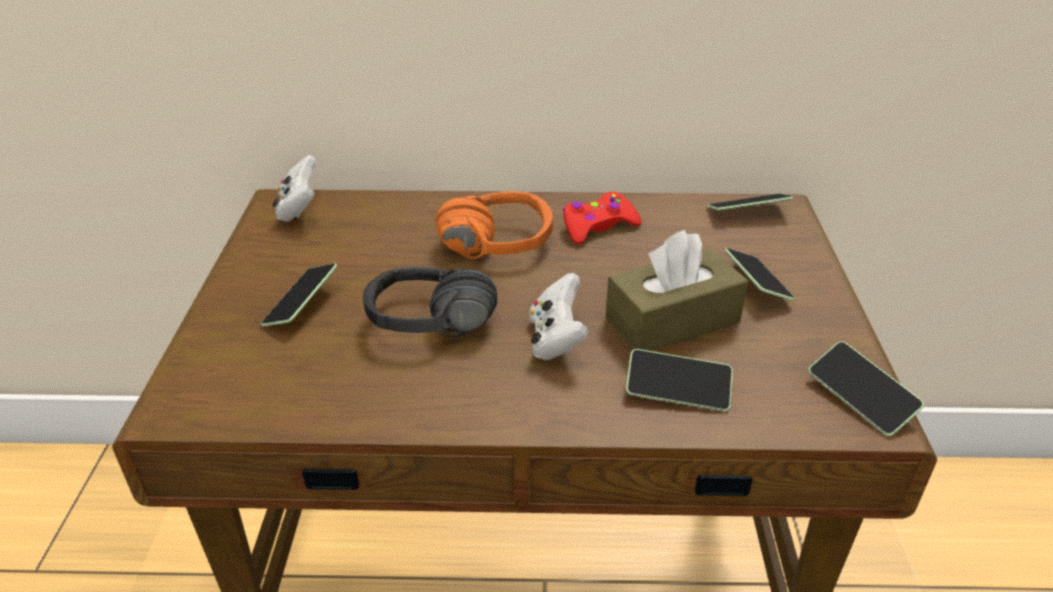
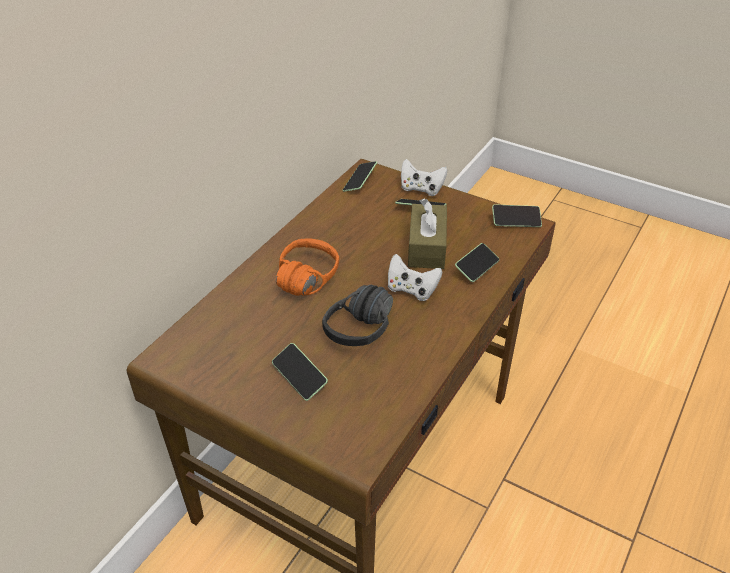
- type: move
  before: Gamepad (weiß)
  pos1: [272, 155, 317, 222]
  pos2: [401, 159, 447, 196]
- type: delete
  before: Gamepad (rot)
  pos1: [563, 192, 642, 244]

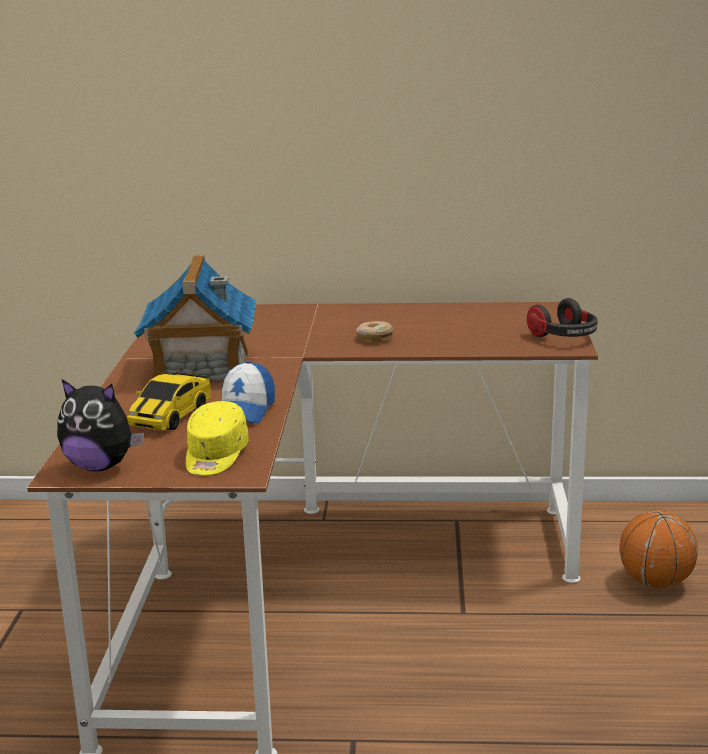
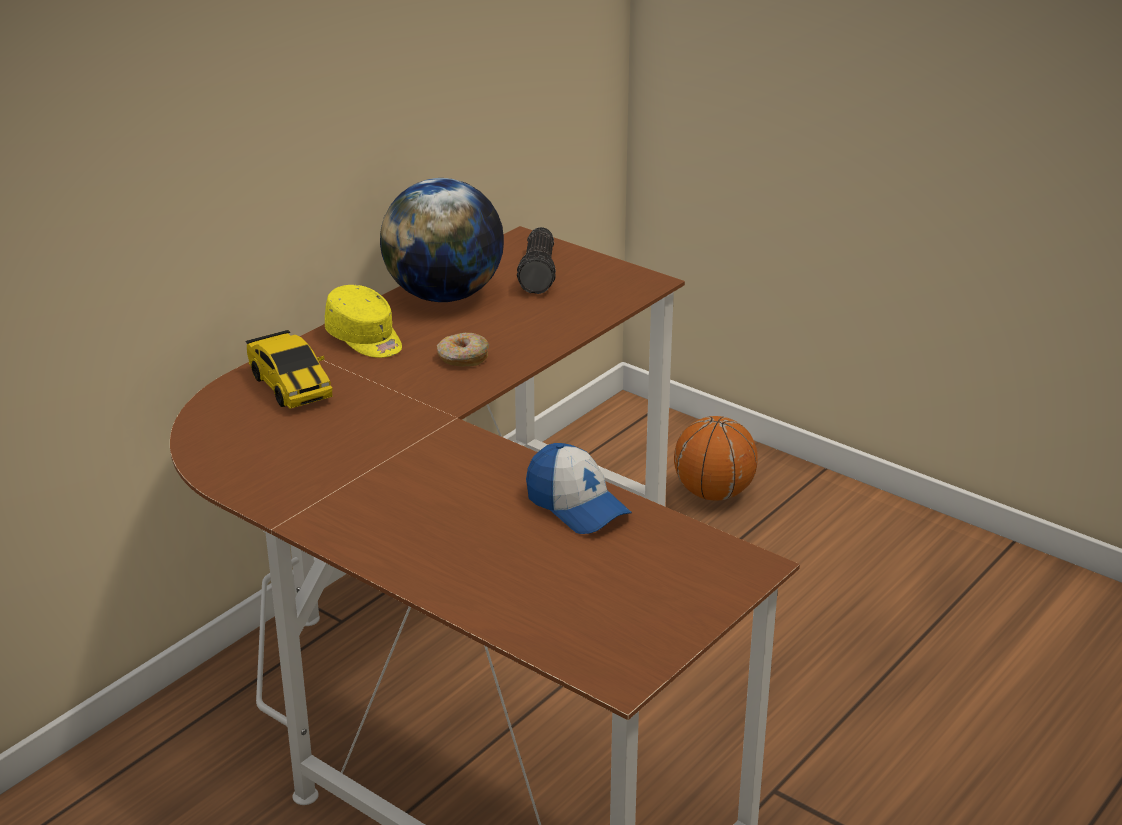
- type: move
  before: Spielzeugauto
  pos1: [127, 372, 211, 431]
  pos2: [245, 330, 333, 409]
- type: move
  before: Kappe (gelb)
  pos1: [186, 401, 249, 476]
  pos2: [325, 285, 402, 358]
- type: insert
  after: Globus
  pos2: [380, 178, 504, 302]
- type: insert
  after: Taschenlampe
  pos2: [517, 227, 556, 294]
- type: delete
  before: Plüschtier
  pos1: [57, 379, 144, 471]
- type: delete
  before: Spielzeughaus
  pos1: [134, 255, 256, 382]
- type: delete
  before: Kopfhörer
  pos1: [527, 298, 598, 337]

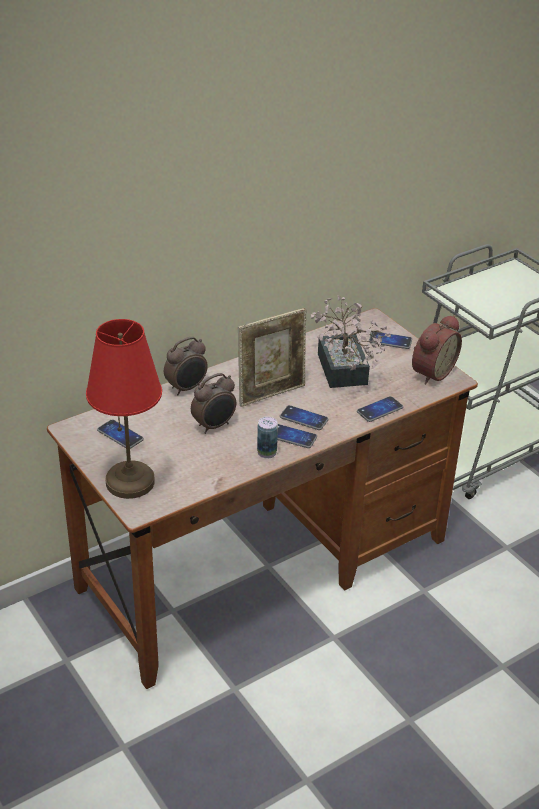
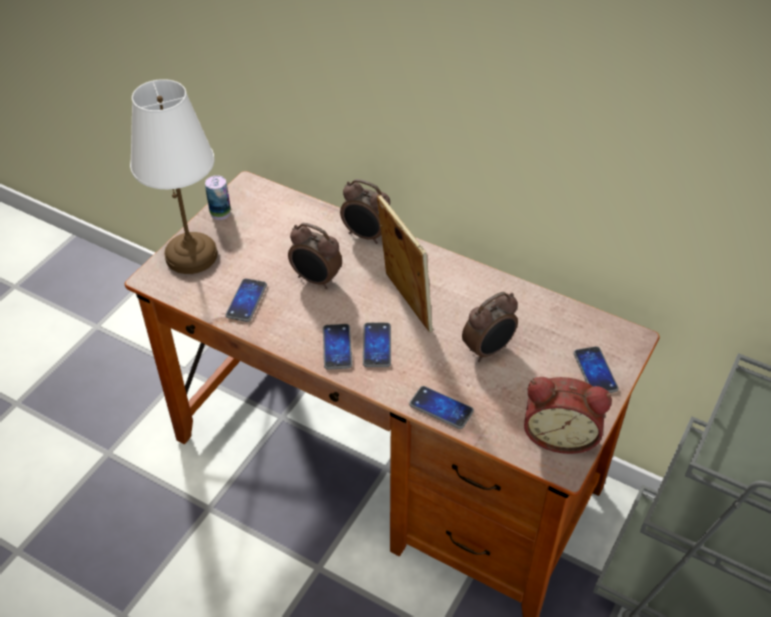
- type: recolor
  before: Tischlampe (rot)
  after: Tischlampe (weiß)
  pos1: [86, 319, 162, 499]
  pos2: [130, 79, 218, 274]
- type: move
  before: Dose
  pos1: [257, 417, 278, 459]
  pos2: [205, 175, 231, 220]
- type: move
  before: Handy
  pos1: [97, 419, 144, 449]
  pos2: [225, 278, 267, 322]
- type: rotate
  before: Bilderrahmen
  pos1: [238, 308, 307, 407]
  pos2: [377, 194, 433, 332]
  turn: -150
- type: replace
  before: Topfpflanze
  after: Wecker
  pos1: [310, 296, 391, 388]
  pos2: [462, 292, 518, 362]

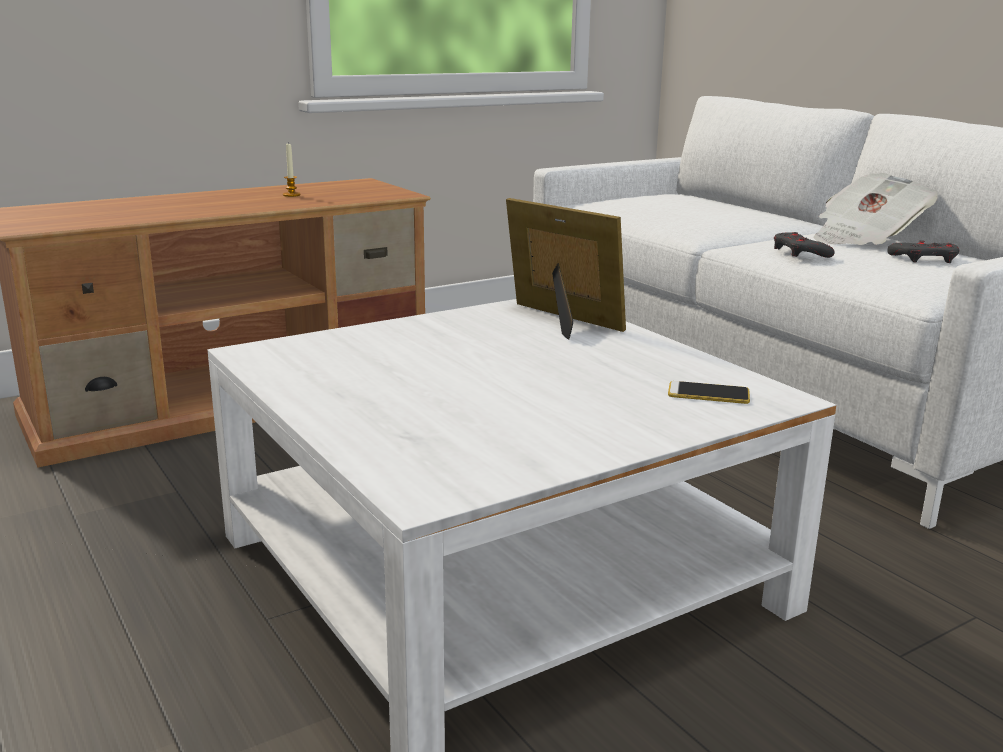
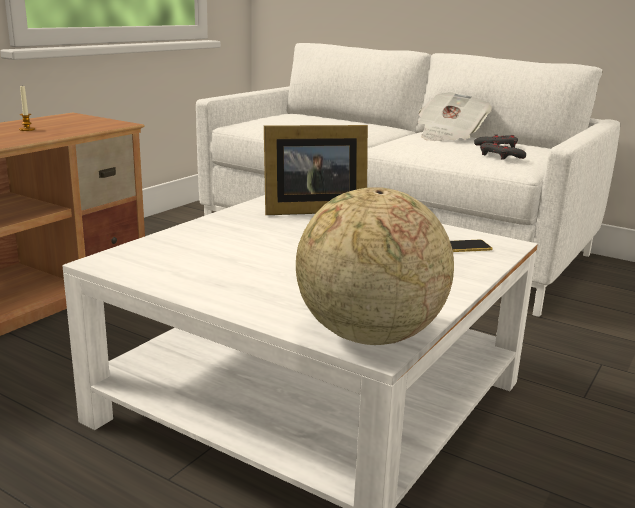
- type: rotate
  before: Bilderrahmen
  pos1: [506, 198, 626, 340]
  pos2: [264, 125, 368, 215]
  turn: 150
- type: insert
  after: Globus
  pos2: [296, 187, 454, 345]
- type: move
  before: Gamepad (grau)
  pos1: [774, 232, 835, 258]
  pos2: [480, 142, 526, 160]

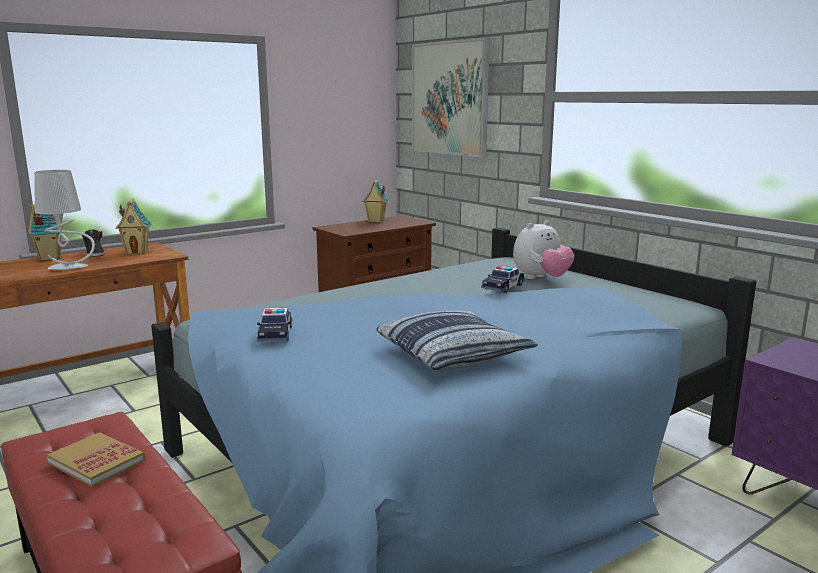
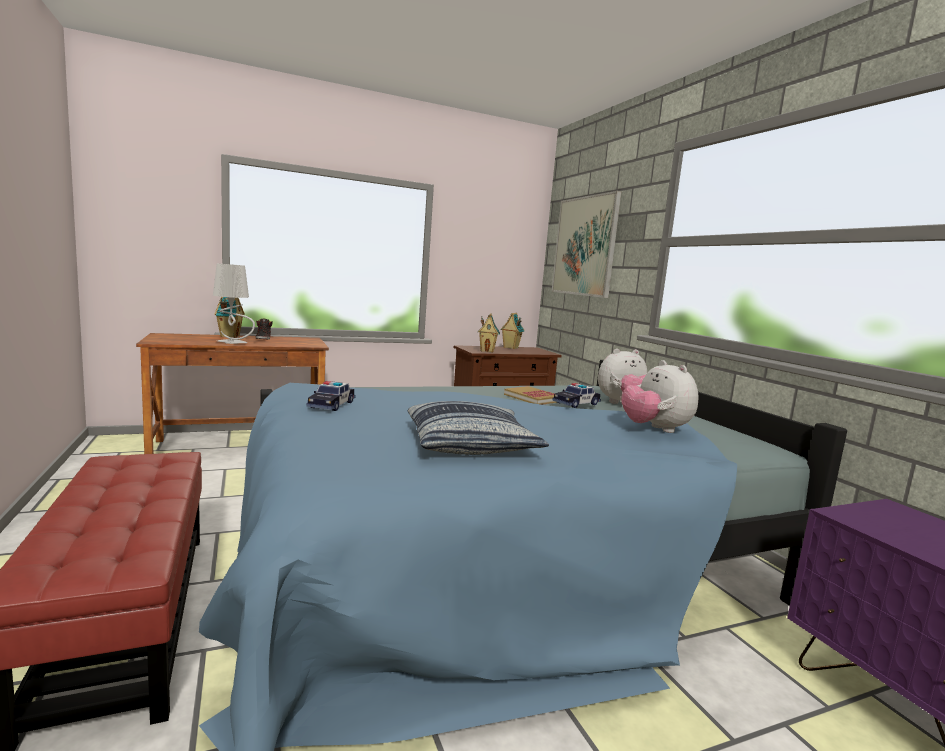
- type: move
  before: Spielzeughaus
  pos1: [116, 199, 152, 254]
  pos2: [477, 313, 500, 353]
- type: move
  before: Buch
  pos1: [47, 432, 145, 487]
  pos2: [504, 386, 557, 405]
- type: insert
  after: Plüschtier
  pos2: [621, 360, 699, 433]

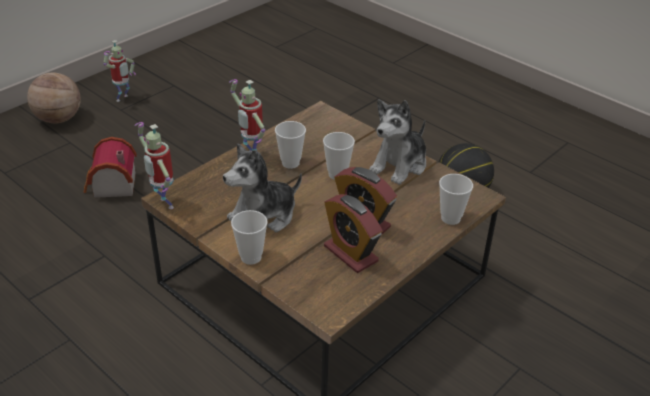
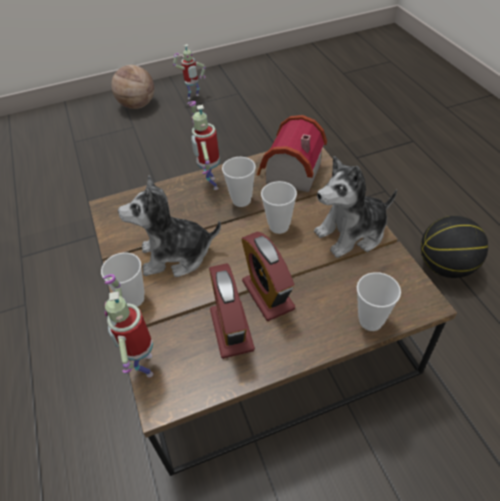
- type: move
  before: Spielzeugroboter
  pos1: [134, 122, 174, 209]
  pos2: [103, 274, 153, 378]
- type: move
  before: Spielzeughaus
  pos1: [84, 137, 137, 198]
  pos2: [257, 115, 327, 192]

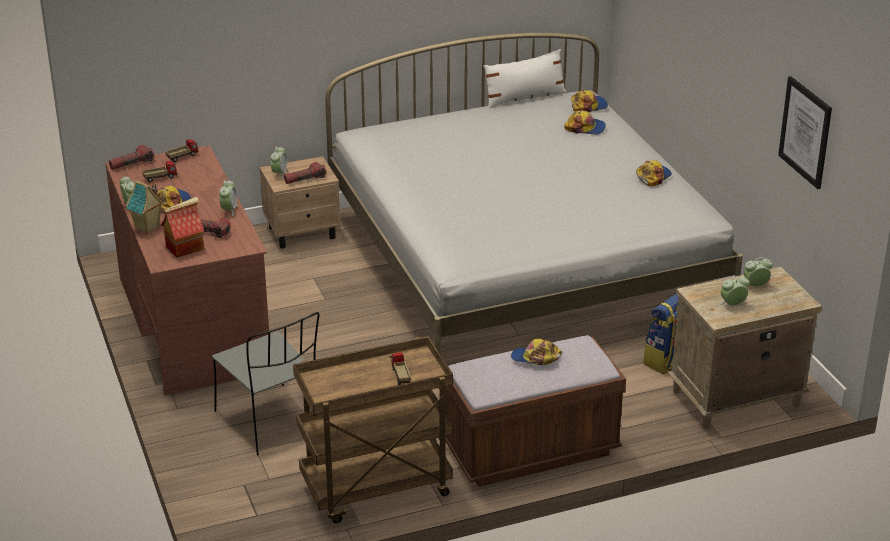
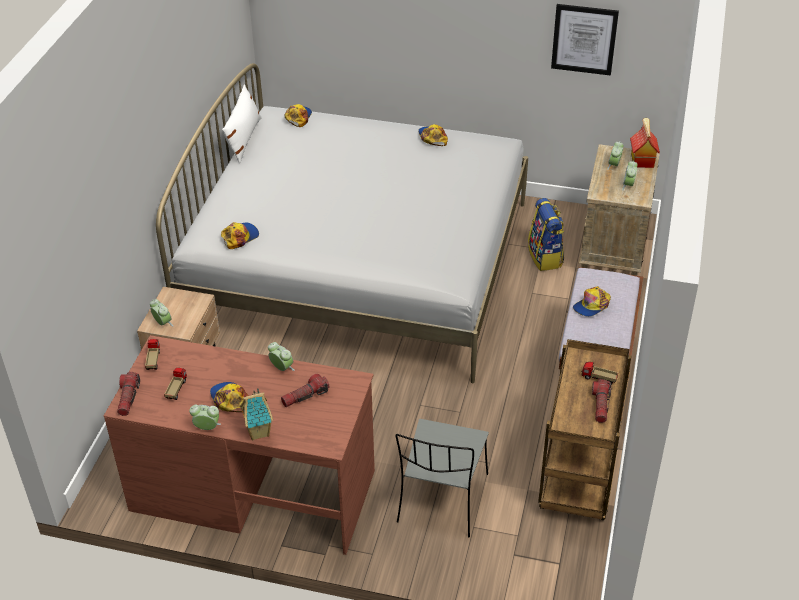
- type: move
  before: Kappe
  pos1: [564, 110, 606, 135]
  pos2: [221, 222, 259, 249]
- type: rotate
  before: Stuhl (grau)
  pos1: [212, 312, 320, 455]
  pos2: [395, 419, 489, 537]
  turn: 105
- type: move
  before: Taschenlampe
  pos1: [284, 162, 326, 184]
  pos2: [592, 379, 611, 423]
- type: move
  before: Spielzeughaus
  pos1: [161, 197, 204, 258]
  pos2: [630, 118, 660, 168]

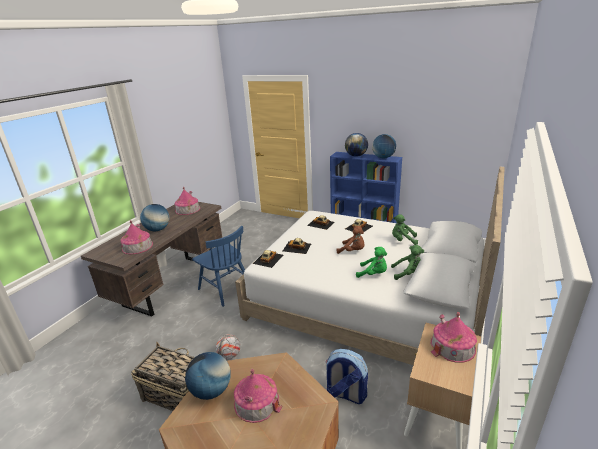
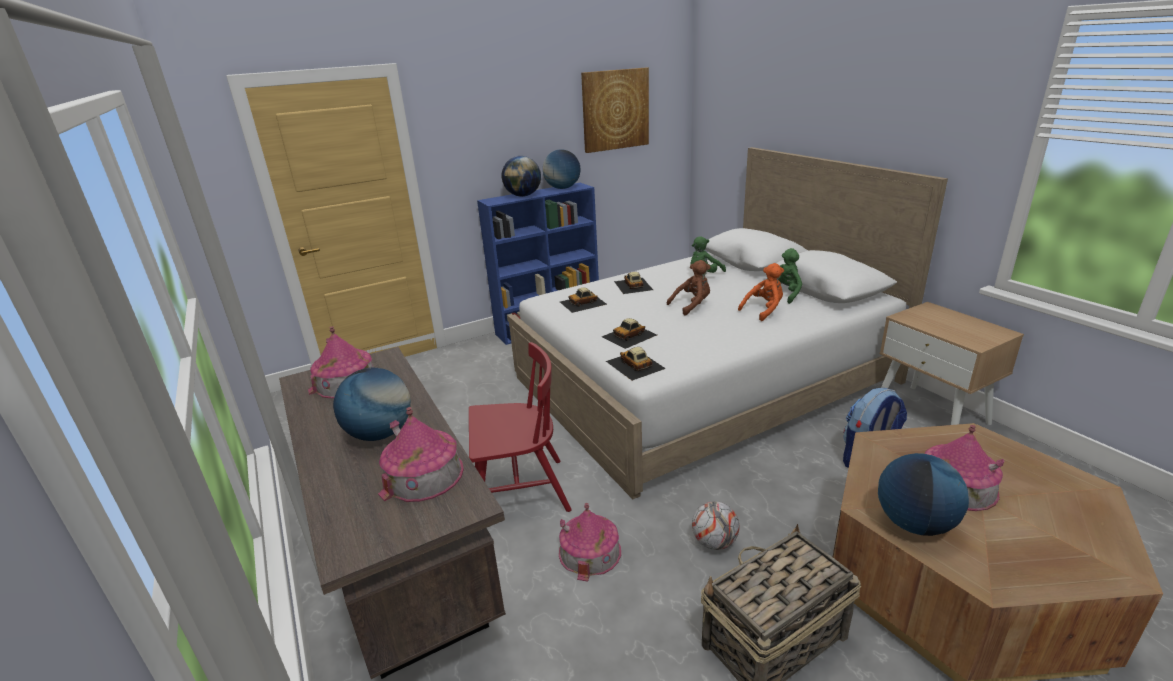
- type: recolor
  before: Stuhl (blau)
  after: Stuhl (rot)
  pos1: [192, 226, 245, 307]
  pos2: [469, 342, 572, 512]
- type: move
  before: Spielzeughaus
  pos1: [431, 312, 477, 363]
  pos2: [559, 503, 621, 582]
- type: insert
  after: Bild
  pos2: [581, 68, 649, 153]
- type: recolor
  before: Plüschtier (grün)
  after: Plüschtier (orange)
  pos1: [356, 247, 387, 278]
  pos2: [738, 263, 784, 321]

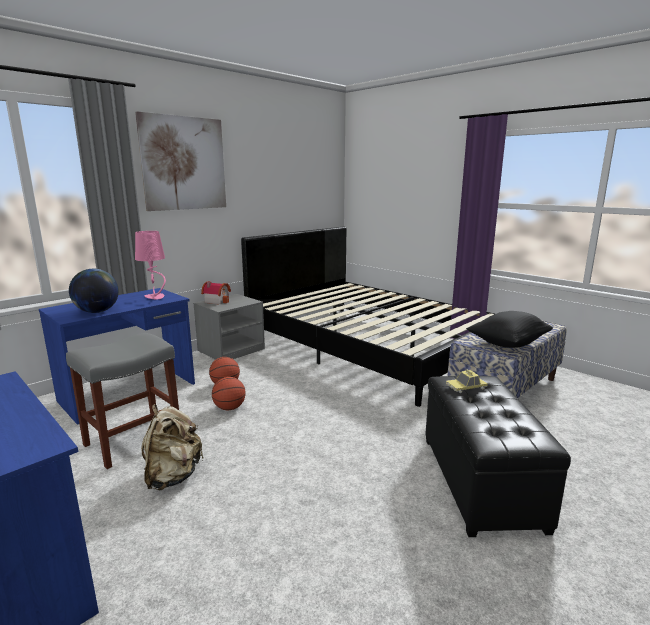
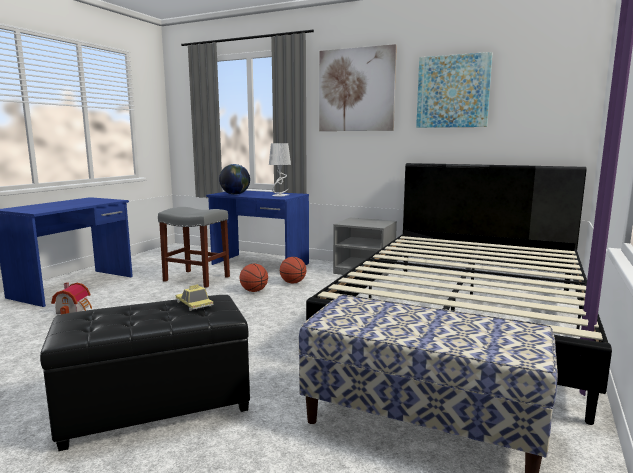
- type: move
  before: Spielzeughaus
  pos1: [201, 281, 231, 305]
  pos2: [51, 283, 92, 314]
- type: recolor
  before: Tischlampe (rosa)
  after: Tischlampe (grau)
  pos1: [135, 231, 166, 299]
  pos2: [269, 143, 291, 196]
- type: insert
  after: Bild
  pos2: [416, 52, 492, 128]
- type: delete
  before: Rucksack (beige)
  pos1: [141, 404, 203, 491]
- type: delete
  before: Kissen (schwarz)
  pos1: [466, 311, 553, 348]

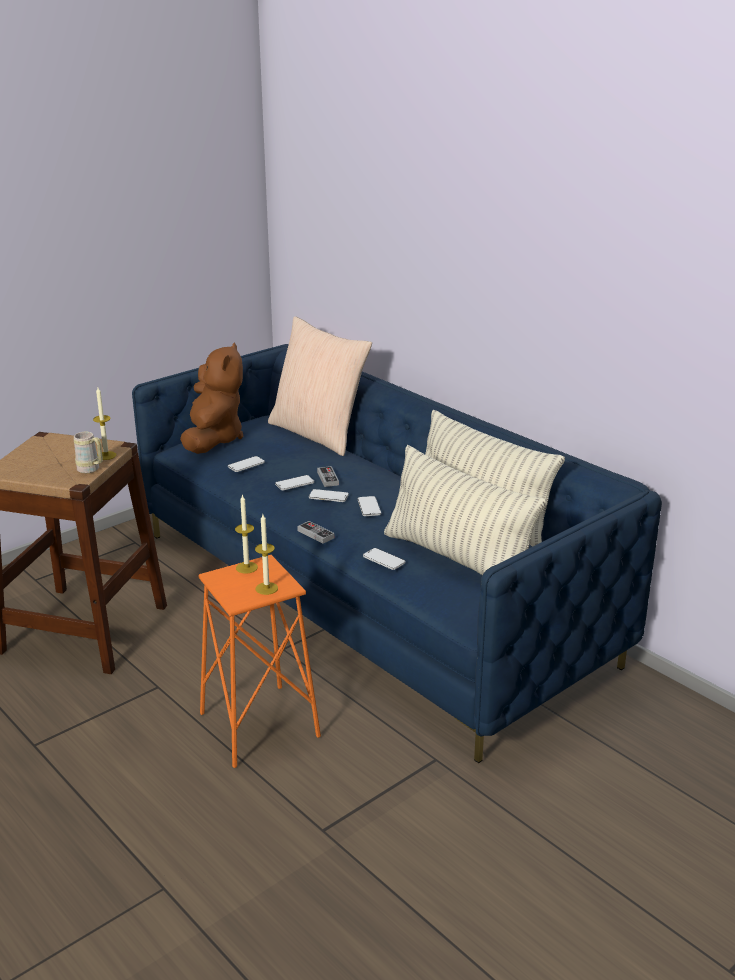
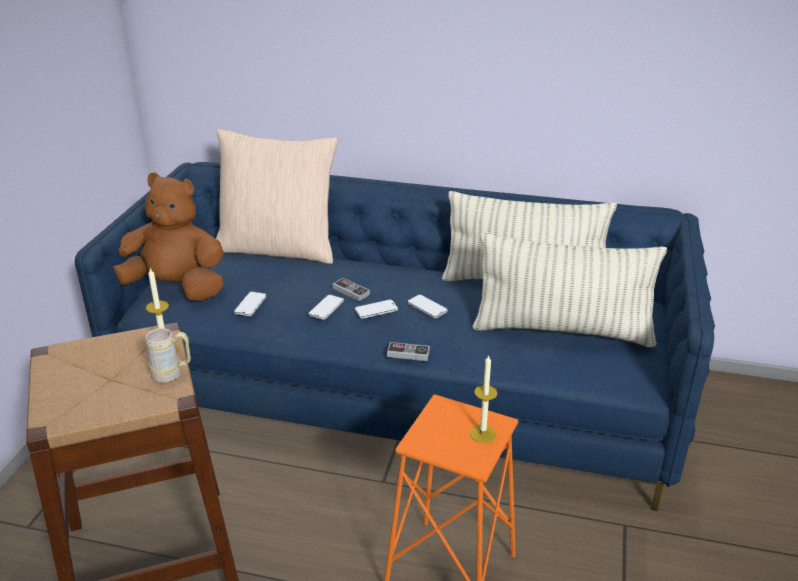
- type: rotate
  before: Plüschtier (braun)
  pos1: [180, 342, 243, 454]
  pos2: [113, 172, 224, 301]
  turn: -45
- type: delete
  before: Kerze
  pos1: [235, 494, 258, 574]
- type: delete
  before: Handy
  pos1: [363, 548, 405, 570]

